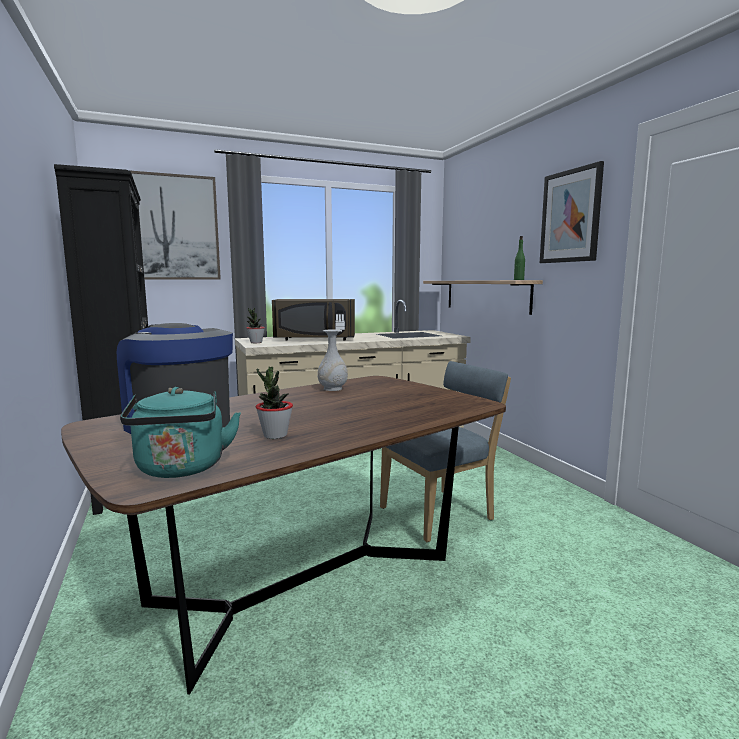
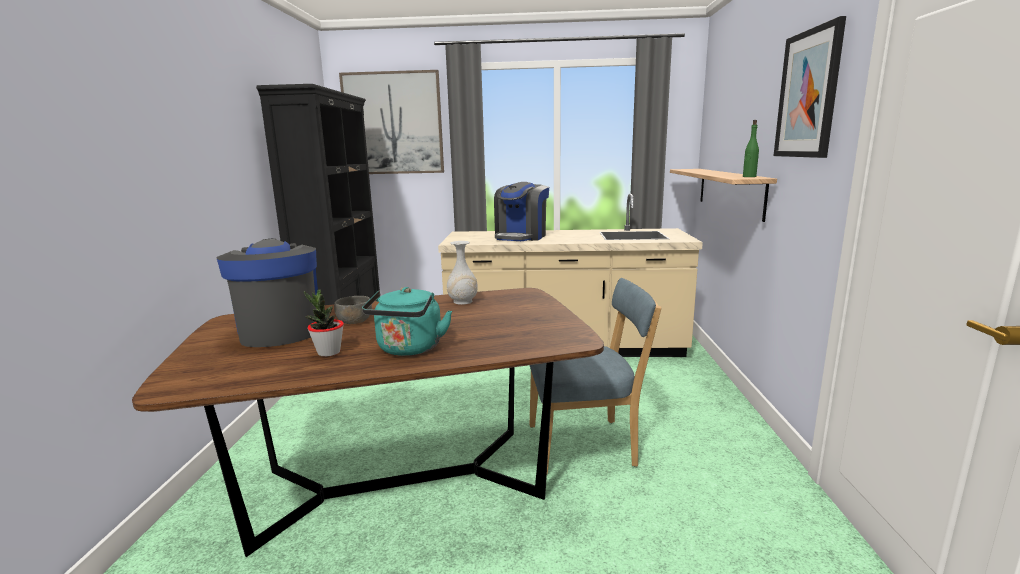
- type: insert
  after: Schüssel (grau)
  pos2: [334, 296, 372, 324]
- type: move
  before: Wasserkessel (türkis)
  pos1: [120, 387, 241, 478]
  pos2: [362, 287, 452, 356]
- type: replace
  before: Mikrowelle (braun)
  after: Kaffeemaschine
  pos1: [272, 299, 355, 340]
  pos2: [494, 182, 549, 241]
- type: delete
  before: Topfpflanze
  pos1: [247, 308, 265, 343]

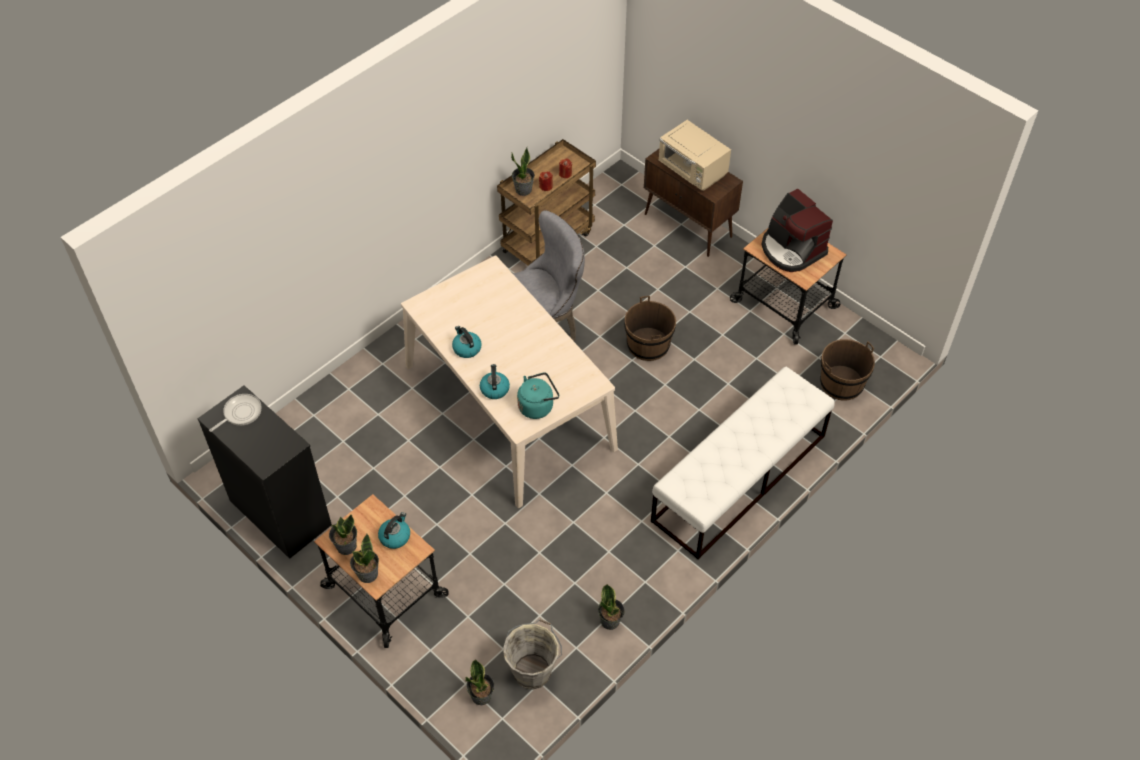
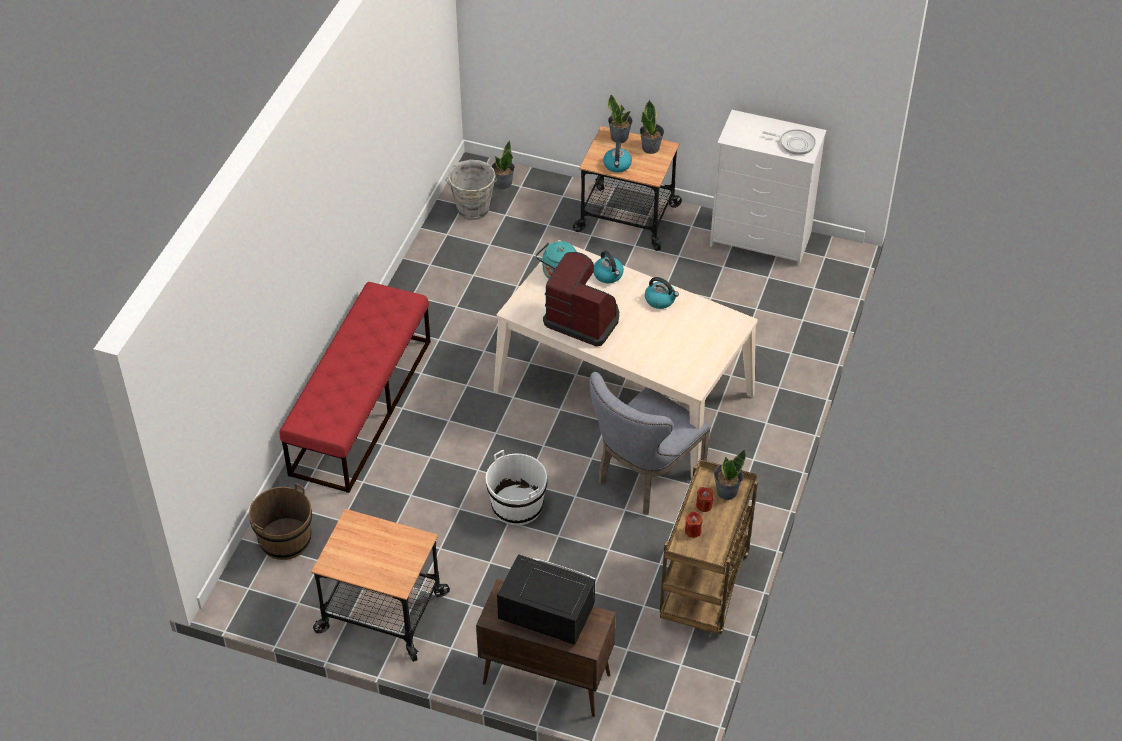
- type: recolor
  before: Bank (weiß)
  after: Bank (rot)
  pos1: [651, 367, 835, 559]
  pos2: [279, 282, 431, 493]
- type: recolor
  before: Eimer (braun)
  after: Eimer (weiß)
  pos1: [624, 296, 676, 361]
  pos2: [486, 450, 547, 525]
- type: recolor
  before: Mikrowelle (beige)
  after: Mikrowelle (schwarz)
  pos1: [659, 120, 731, 191]
  pos2: [497, 554, 596, 645]
- type: move
  before: Kaffeemaschine
  pos1: [761, 189, 833, 272]
  pos2: [543, 252, 619, 347]
- type: recolor
  before: Kommode (schwarz)
  after: Kommode (weiß)
  pos1: [197, 386, 332, 559]
  pos2: [710, 110, 826, 267]
- type: rotate
  before: Pfanne
  pos1: [209, 394, 262, 432]
  pos2: [762, 129, 816, 155]
  turn: -90
- type: delete
  before: Topfpflanze
  pos1: [598, 584, 625, 630]

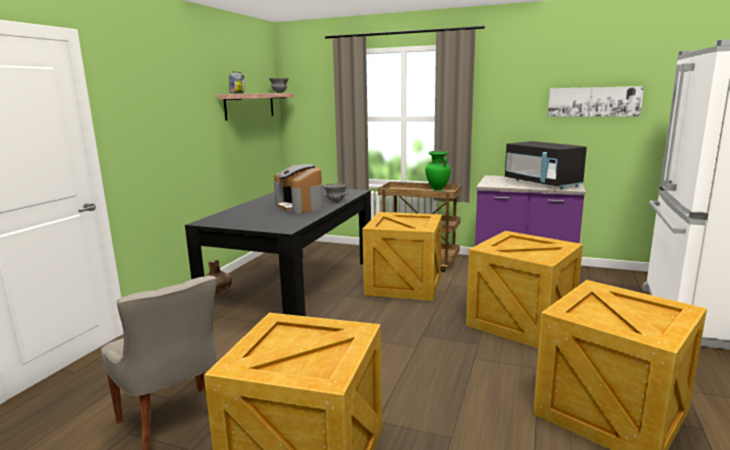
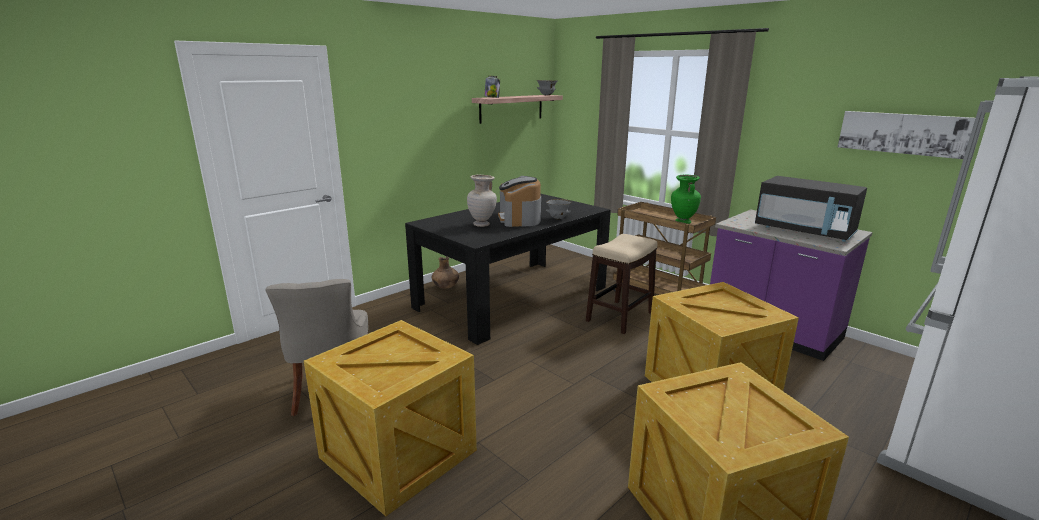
- type: insert
  after: Vase (beige)
  pos2: [467, 175, 497, 227]
- type: replace
  before: Kiste
  after: Hocker
  pos1: [362, 212, 442, 301]
  pos2: [586, 234, 658, 334]
- type: rotate
  before: Mikrowelle (schwarz)
  pos1: [505, 141, 587, 189]
  pos2: [755, 176, 867, 242]
  turn: -45

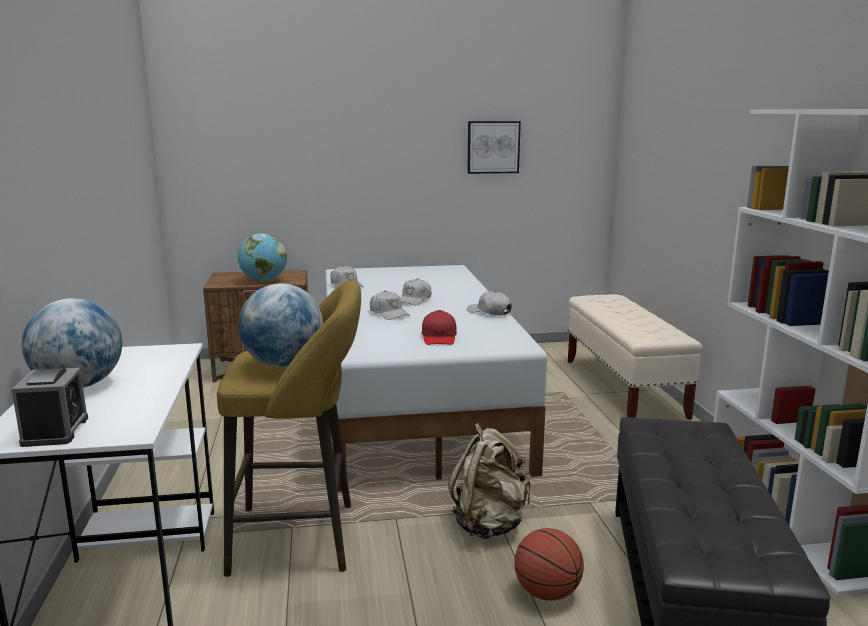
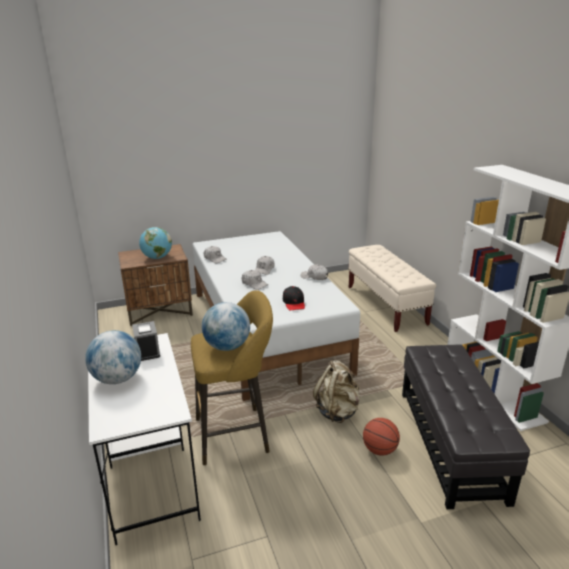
- type: move
  before: Wecker
  pos1: [12, 368, 88, 447]
  pos2: [132, 321, 160, 361]
- type: recolor
  before: Kappe (rot)
  after: Kappe (schwarz)
  pos1: [422, 310, 457, 345]
  pos2: [283, 286, 305, 310]
- type: delete
  before: Bild
  pos1: [467, 121, 521, 174]

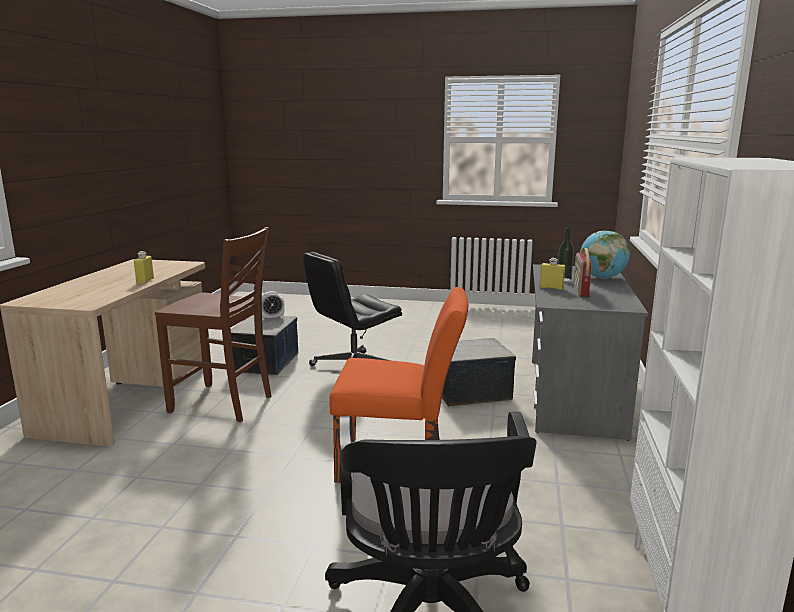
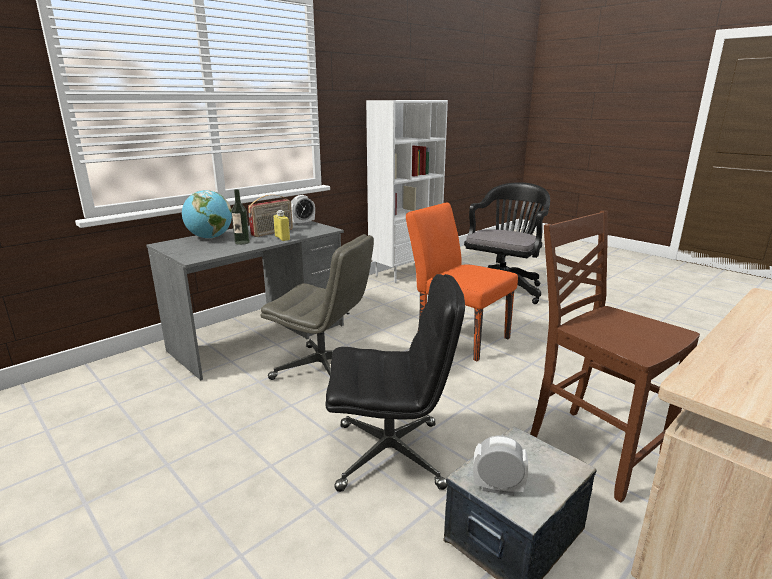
- type: replace
  before: Aufbewahrungsbox
  after: Bürostuhl (grau)
  pos1: [442, 338, 516, 406]
  pos2: [260, 234, 374, 380]
- type: insert
  after: Wecker
  pos2: [291, 195, 315, 226]
- type: delete
  before: Flasche (gelb)
  pos1: [134, 251, 154, 284]

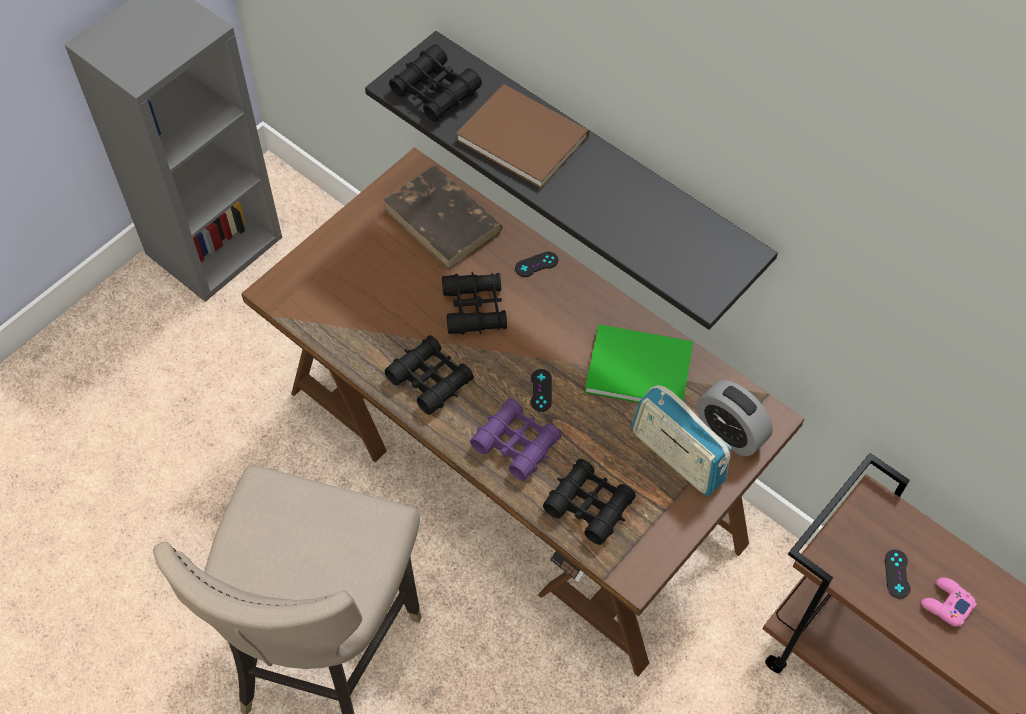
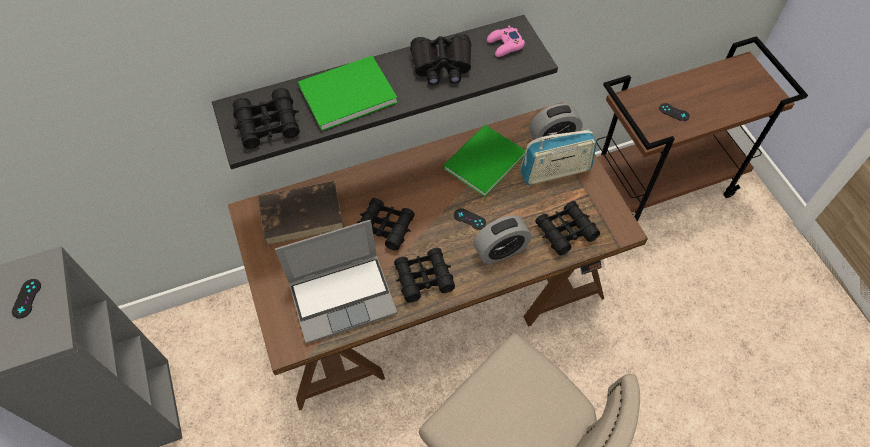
- type: move
  before: Gamepad (schwarz)
  pos1: [515, 251, 558, 277]
  pos2: [12, 279, 41, 319]
- type: insert
  after: Laptop
  pos2: [275, 220, 397, 344]
- type: recolor
  before: Buch (braun)
  after: Buch (grün)
  pos1: [456, 84, 589, 188]
  pos2: [298, 56, 398, 131]
- type: insert
  after: Fernglas (schwarz)
  pos2: [410, 34, 471, 85]
- type: replace
  before: Fernglas (lila)
  after: Wecker
  pos1: [470, 398, 562, 481]
  pos2: [473, 215, 532, 264]
- type: move
  before: Gamepad (rosa)
  pos1: [921, 577, 977, 627]
  pos2: [487, 26, 525, 57]

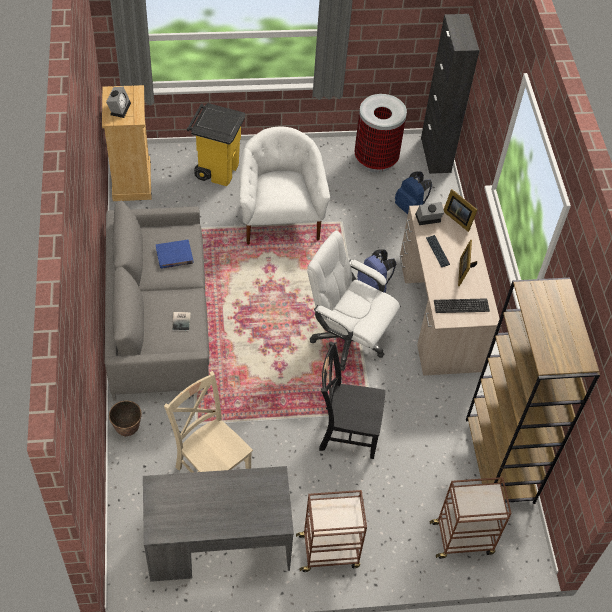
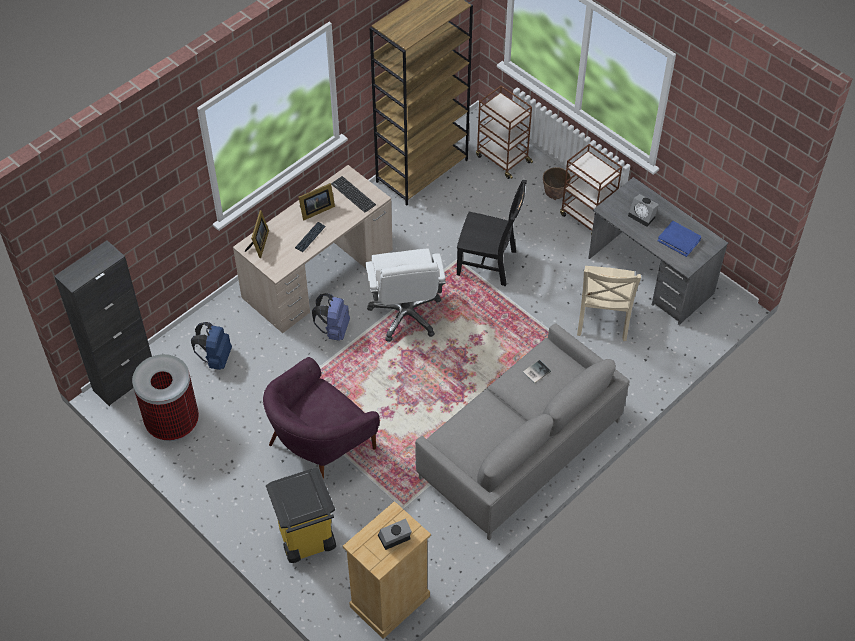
- type: recolor
  before: Sessel (weiß)
  after: Sessel (lila)
  pos1: [239, 127, 330, 245]
  pos2: [263, 357, 379, 479]
- type: rotate
  before: Stuhl (schwarz)
  pos1: [319, 341, 385, 459]
  pos2: [457, 180, 527, 286]
  turn: -45
- type: move
  before: Pflanzkübel
  pos1: [109, 401, 142, 437]
  pos2: [543, 167, 571, 200]
- type: move
  before: Wecker
  pos1: [415, 202, 444, 225]
  pos2: [628, 194, 659, 227]
- type: move
  before: Buch (blau)
  pos1: [156, 240, 193, 269]
  pos2: [658, 221, 701, 257]

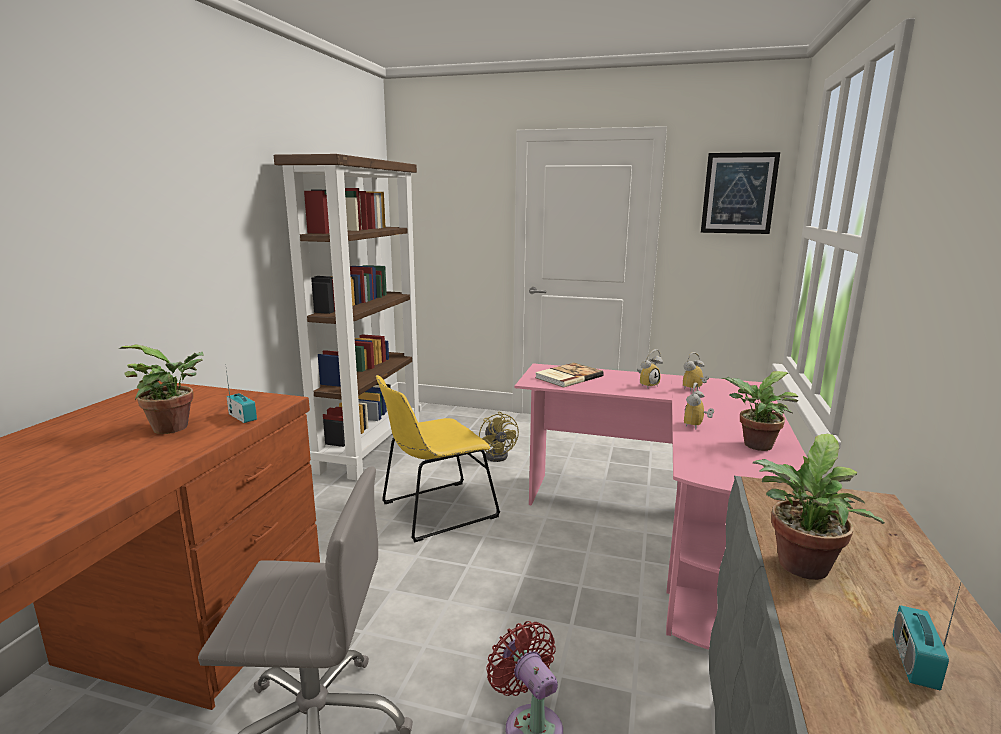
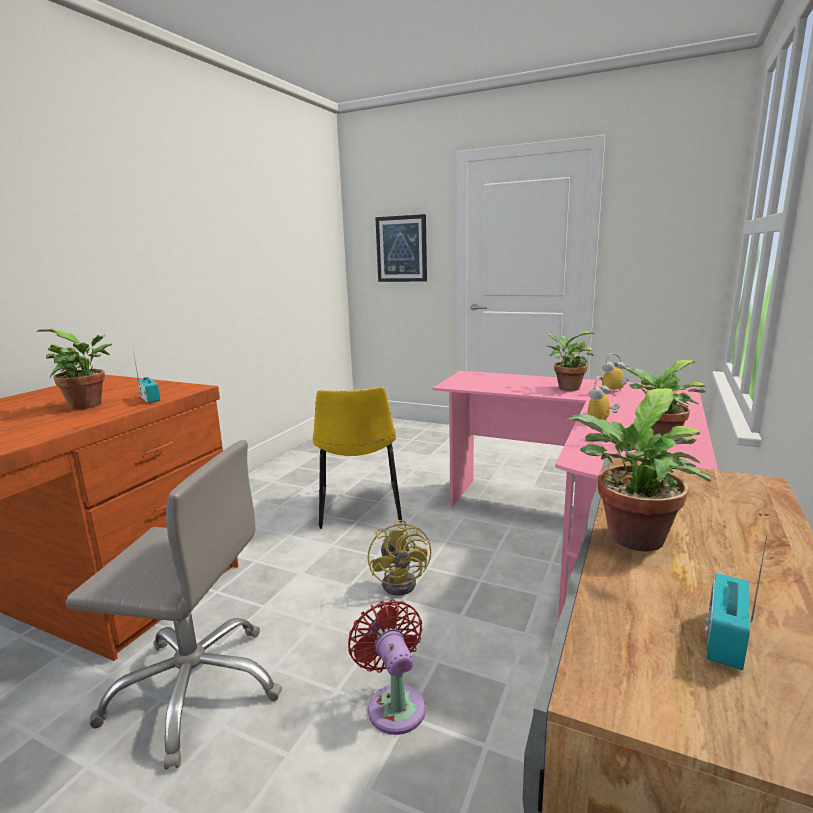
- type: rotate
  before: Stuhl (gelb)
  pos1: [376, 375, 500, 543]
  pos2: [313, 387, 402, 529]
  turn: -75
- type: move
  before: Ventilator (gelb)
  pos1: [479, 411, 519, 462]
  pos2: [368, 520, 431, 596]
- type: move
  before: Bild
  pos1: [701, 152, 780, 234]
  pos2: [375, 214, 427, 282]
- type: replace
  before: Wecker
  after: Topfpflanze
  pos1: [637, 349, 663, 388]
  pos2: [546, 331, 595, 391]
- type: delete
  before: Bücherregal (braun)
  pos1: [274, 154, 422, 480]
- type: delete
  before: Buch
  pos1: [535, 363, 604, 388]

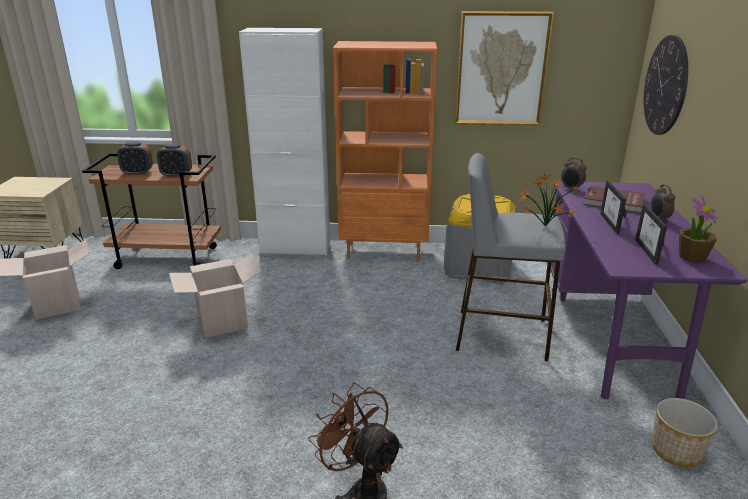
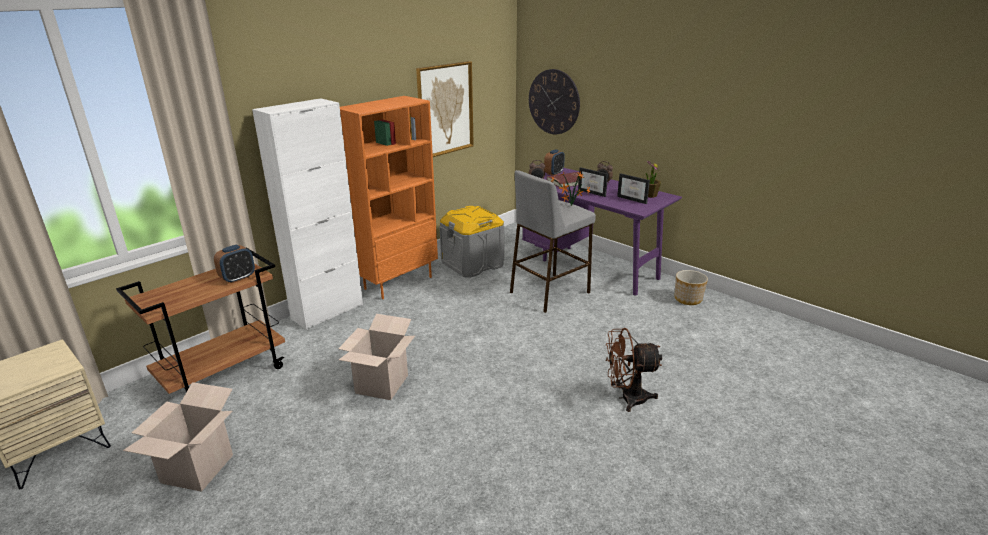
- type: move
  before: Wecker
  pos1: [117, 142, 153, 175]
  pos2: [544, 150, 565, 176]

